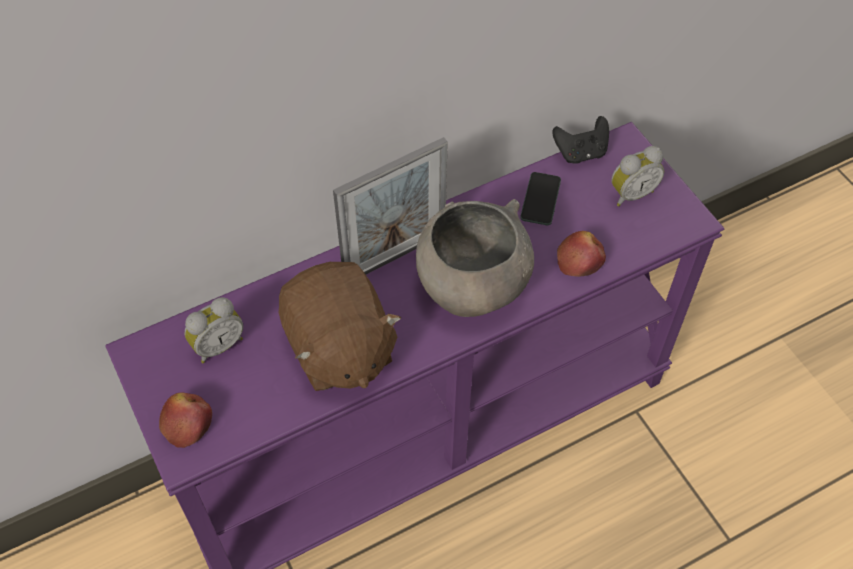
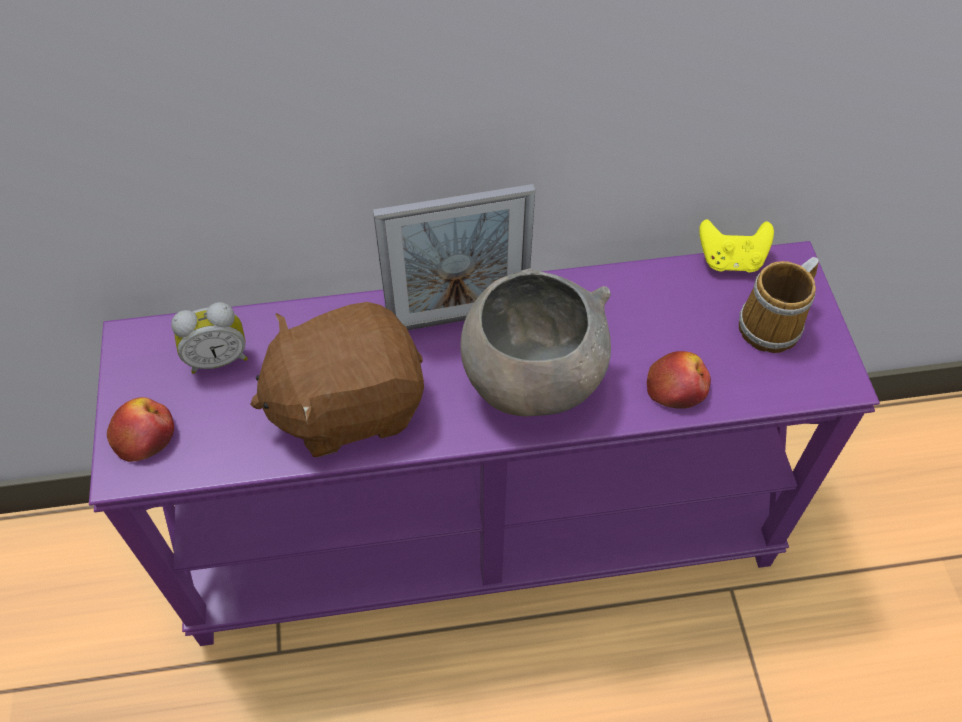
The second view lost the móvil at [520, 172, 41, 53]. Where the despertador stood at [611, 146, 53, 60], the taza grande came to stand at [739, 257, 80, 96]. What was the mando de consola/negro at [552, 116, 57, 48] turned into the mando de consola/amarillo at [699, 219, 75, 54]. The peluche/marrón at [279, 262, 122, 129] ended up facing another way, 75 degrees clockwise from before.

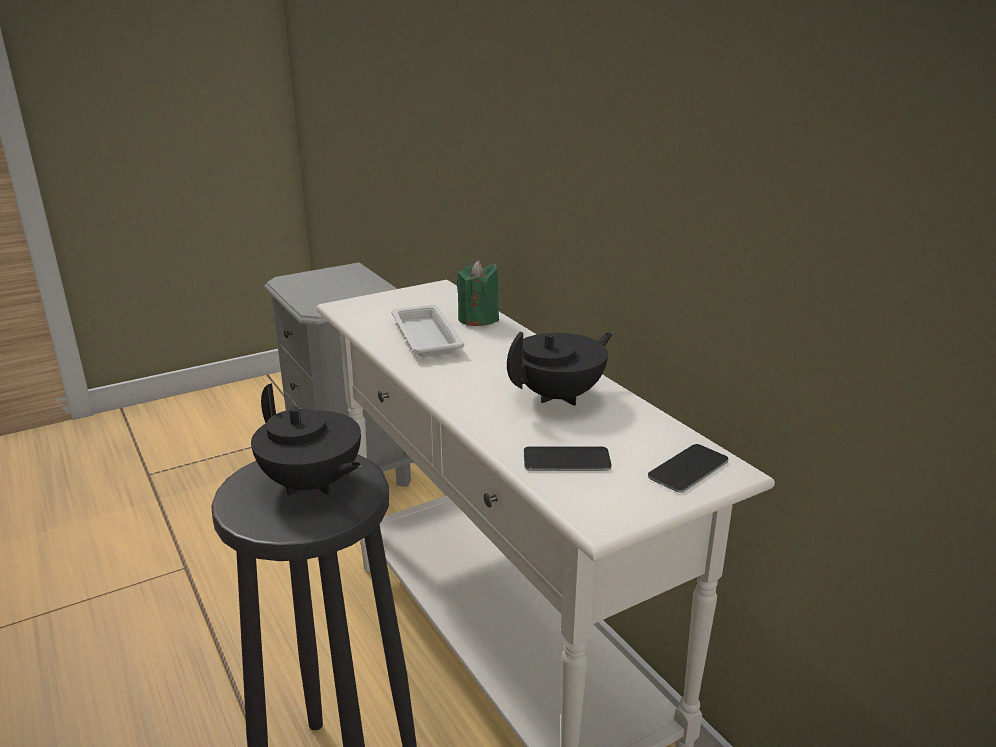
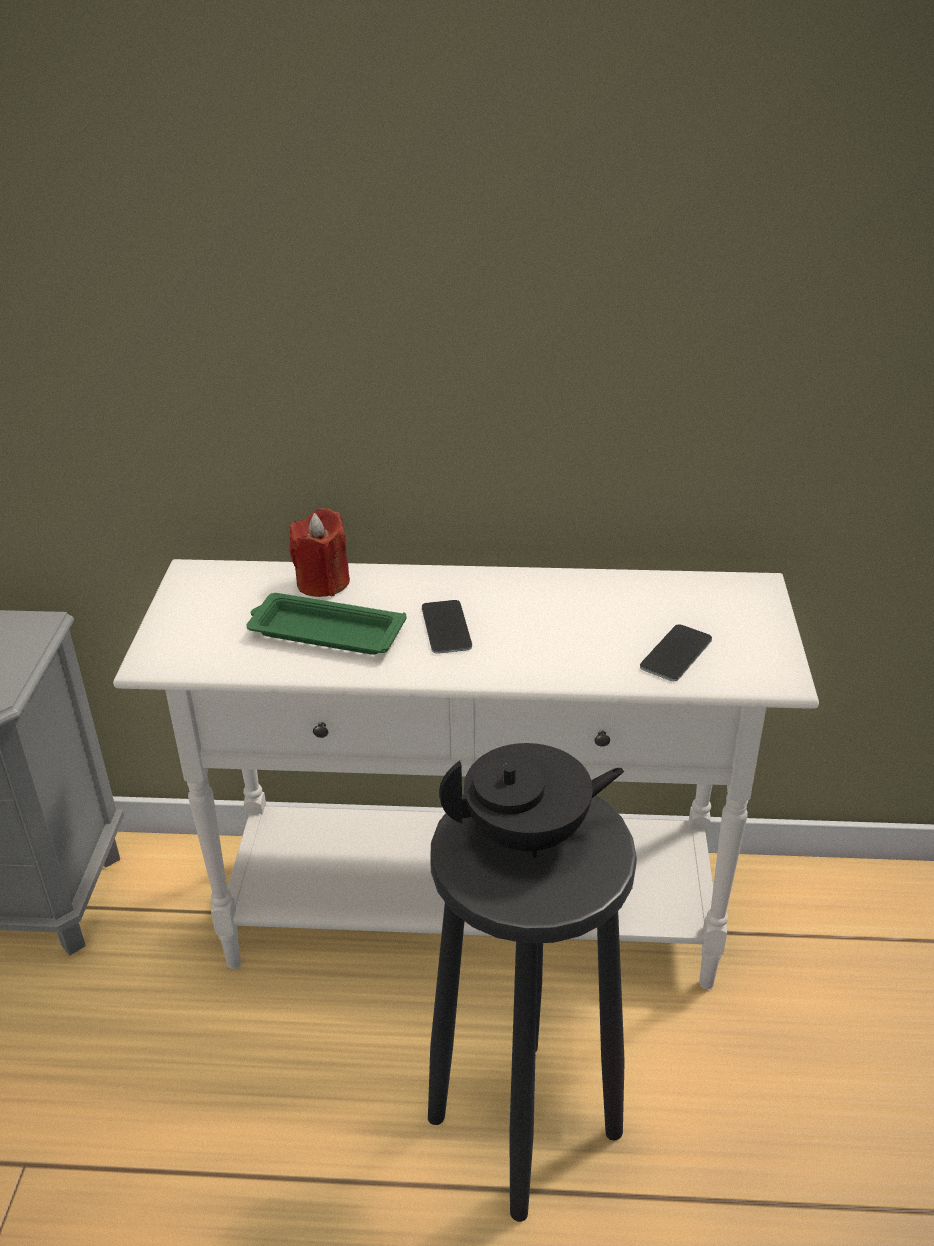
The second view lost the tetera/negro at [507, 332, 106, 74]. The móvil ended up elsewhere, having gone from [648, 444, 80, 49] to [422, 600, 50, 54]. What was the bandeja/blanco at [391, 305, 73, 52] turned into the bandeja/verde at [246, 593, 160, 62]. What was the vela/verde at [457, 260, 42, 66] turned into the vela/rojo at [289, 508, 61, 89].

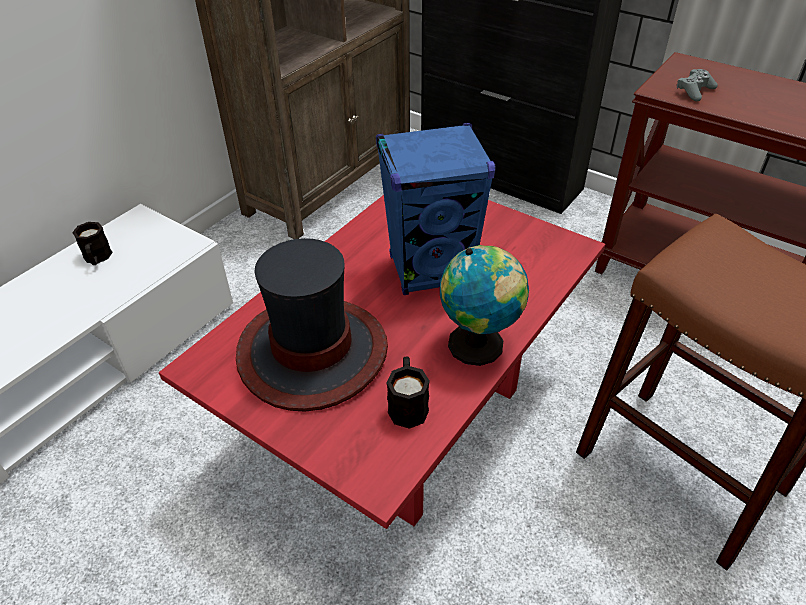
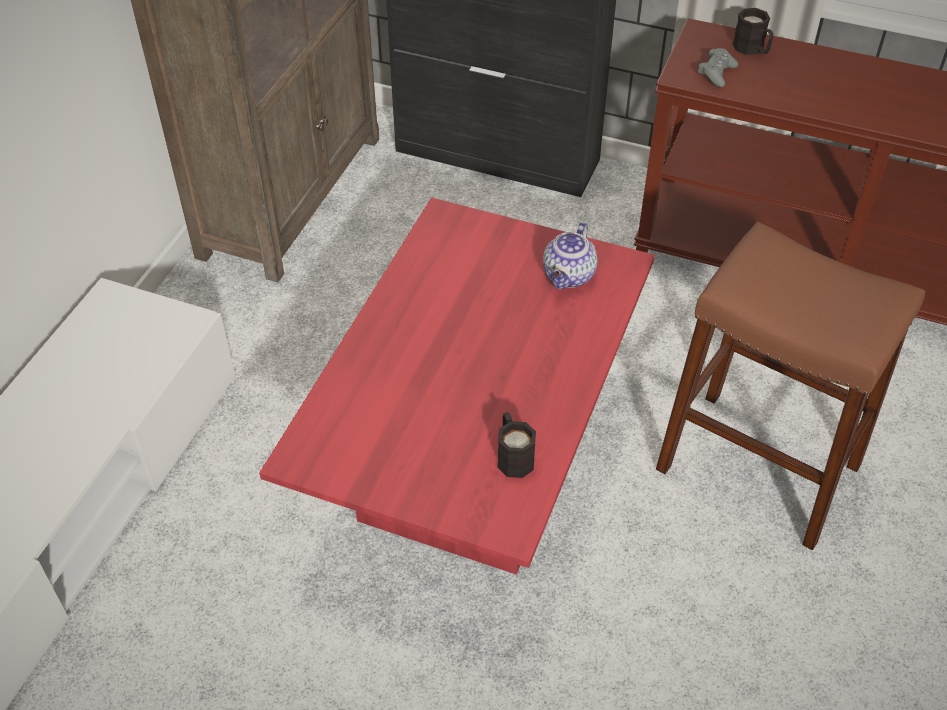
The second view lost the sombrero at [236, 238, 152, 174]. The second view lost the altavoz/azul at [376, 123, 120, 172]. The second view lost the globo terráqueo at [440, 245, 89, 121]. The second view gained the tetera at [543, 222, 55, 67]. The taza grande/negro ended up elsewhere, having gone from [72, 222, 41, 43] to [733, 8, 40, 47].

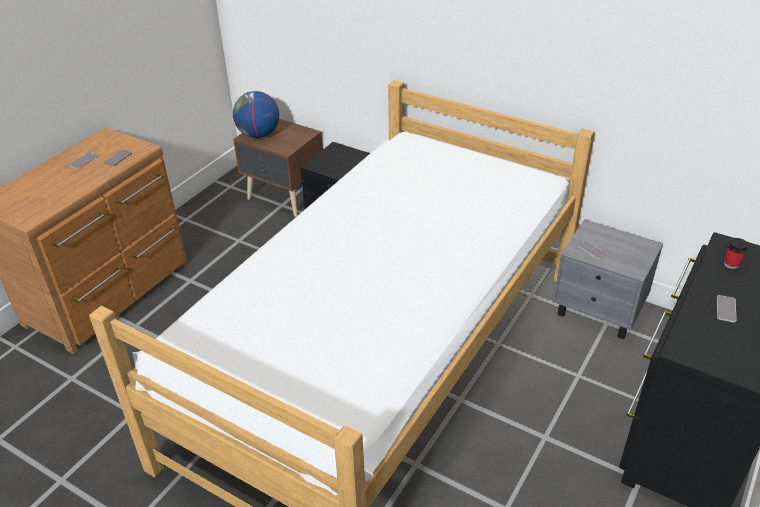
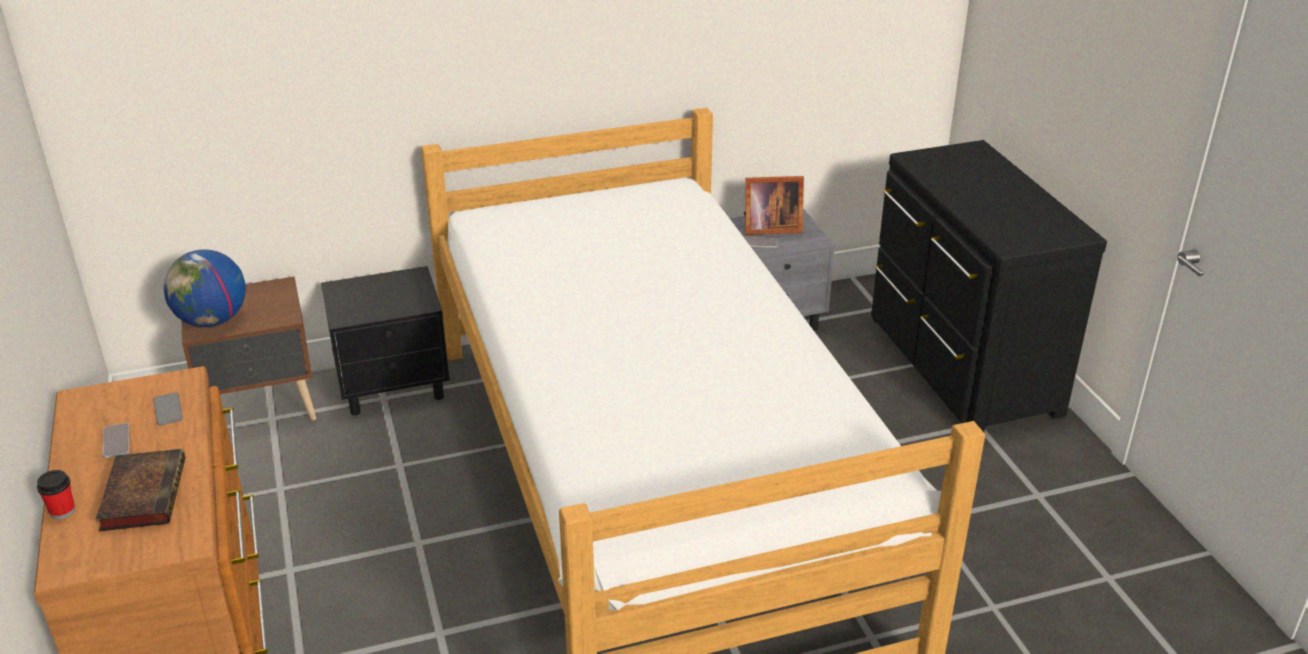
The second view lost the móvil at [717, 295, 19, 27]. The second view gained the libro at [95, 449, 91, 82]. The second view gained the portarretratos at [744, 176, 60, 59]. The taza ended up elsewhere, having gone from [724, 238, 24, 31] to [37, 470, 38, 49].

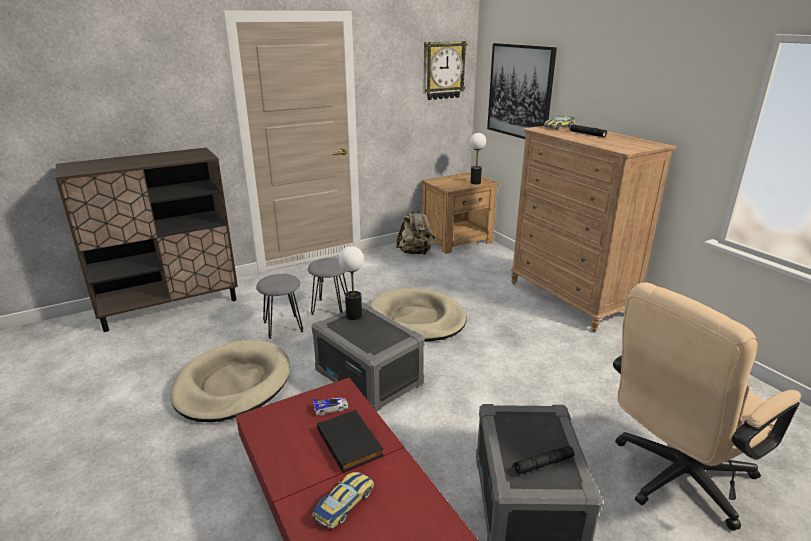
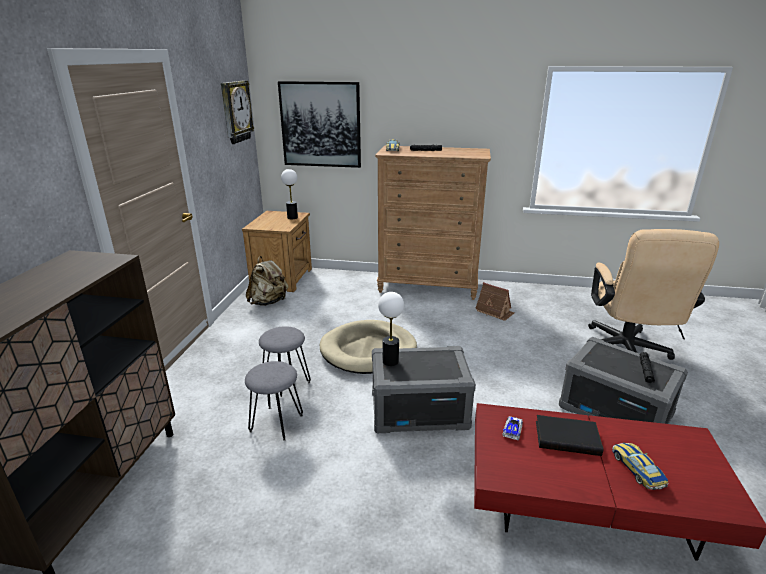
The second view lost the cama para perro/beis at [171, 340, 119, 82]. The second view gained the casita at [475, 282, 39, 39].

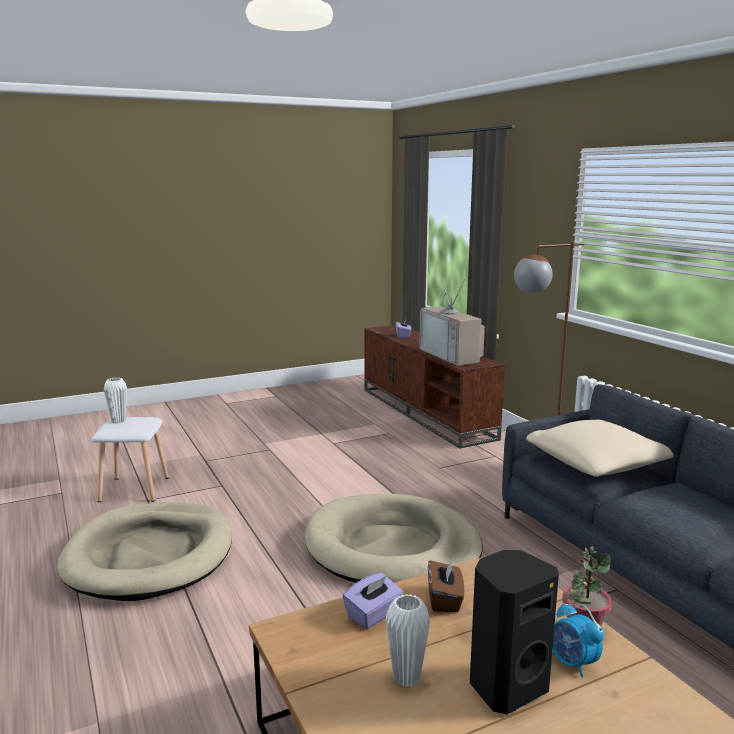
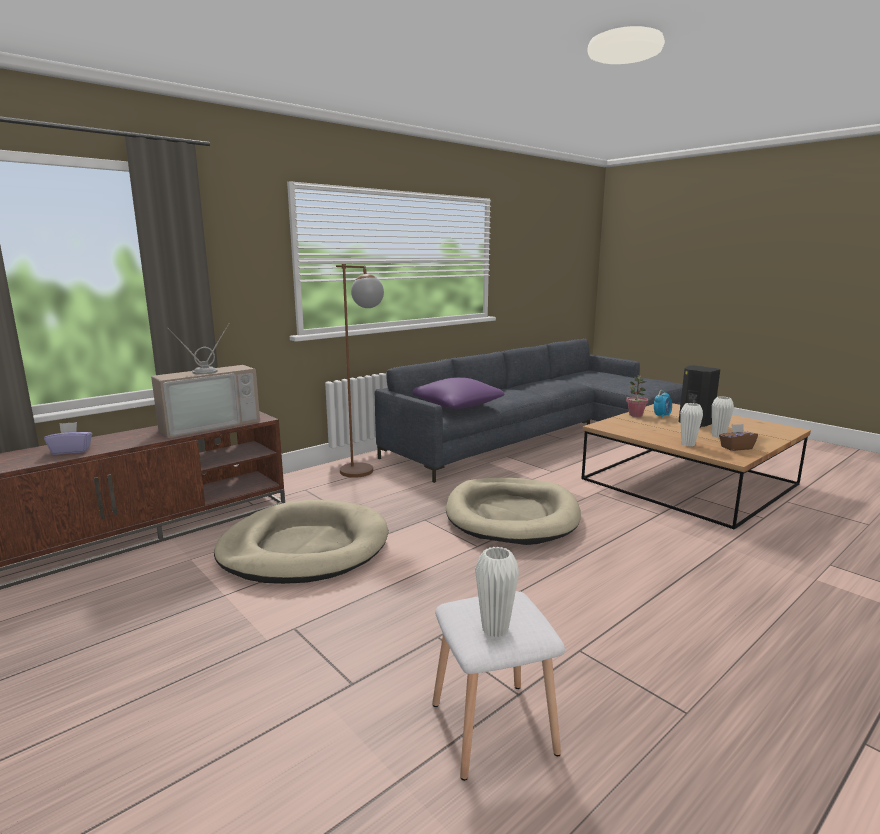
The cama para perro/beis ended up elsewhere, having gone from [57, 502, 175, 99] to [214, 500, 175, 84]. The caja de pañuelos/marrón ended up elsewhere, having gone from [428, 559, 36, 53] to [719, 424, 39, 27]. Where the caja de pañuelos/morado stood at [343, 573, 60, 56], the florero/blanco came to stand at [680, 403, 23, 44]. What was the cojín/beis at [526, 420, 148, 57] turned into the cojín/morado at [412, 377, 93, 32].

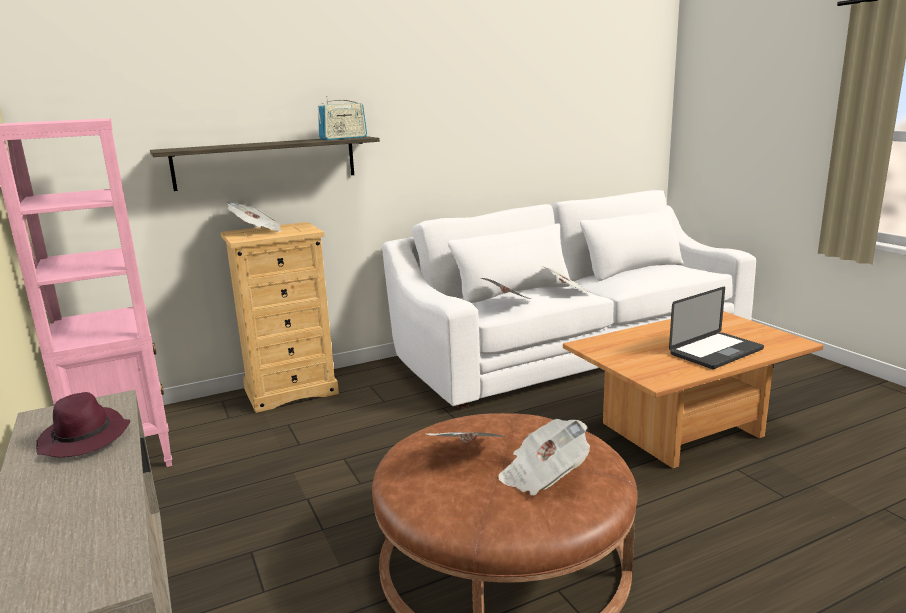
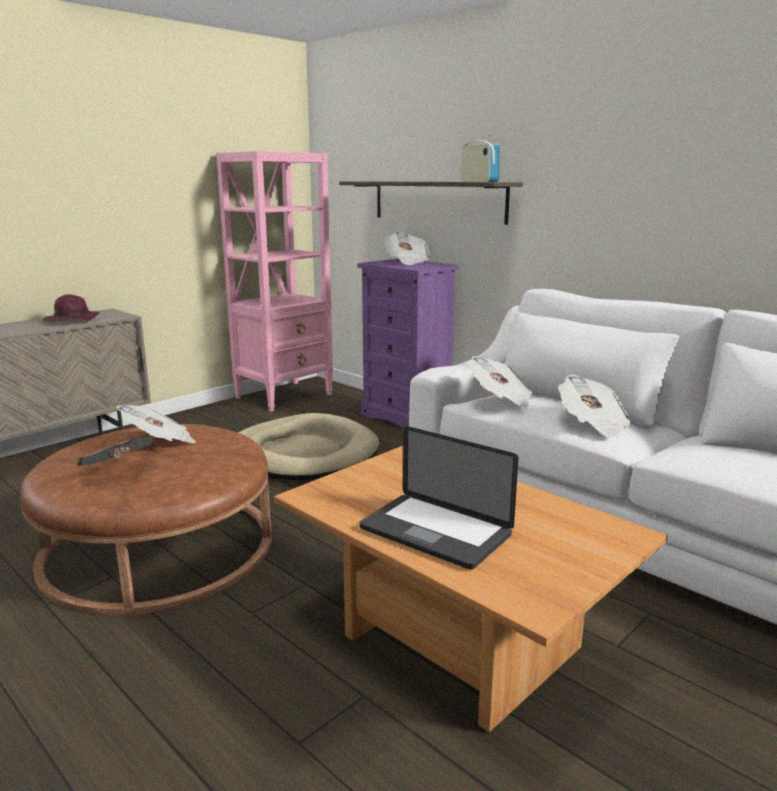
The second view gained the cama para perro/beis at [238, 413, 141, 67]. What was the cómoda/beis at [221, 222, 118, 191] turned into the cómoda/morado at [357, 259, 102, 169]. The radio at [318, 96, 49, 44] ended up facing another way, 150 degrees counterclockwise from before.

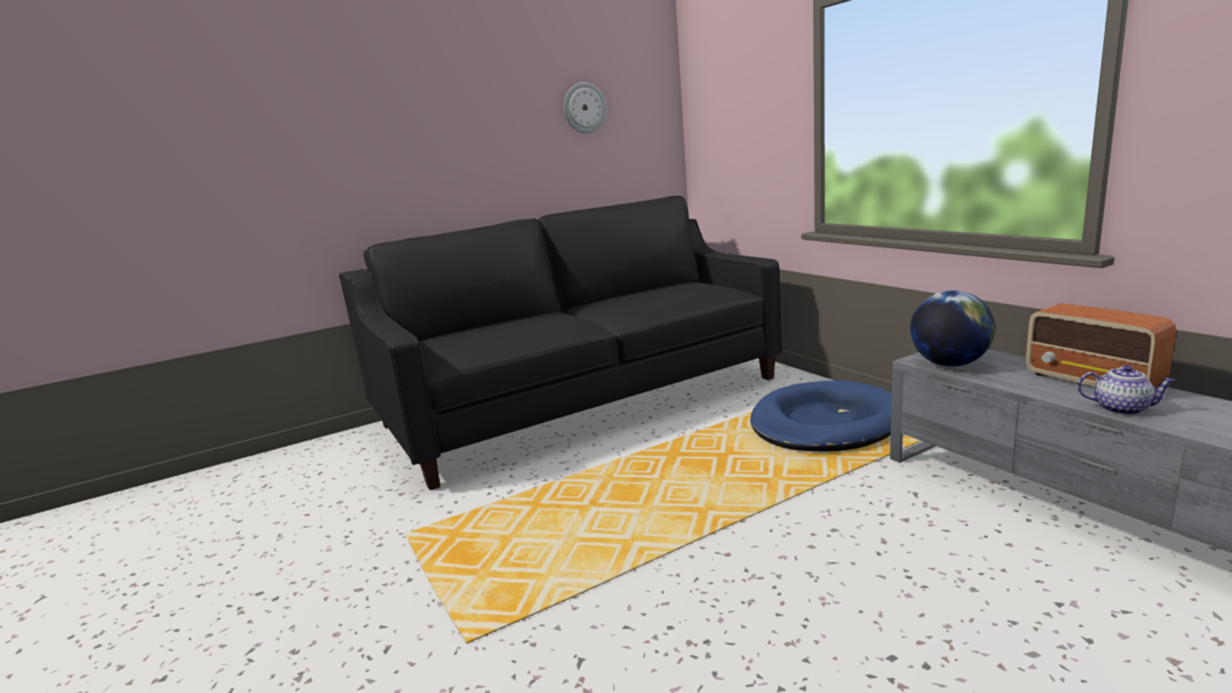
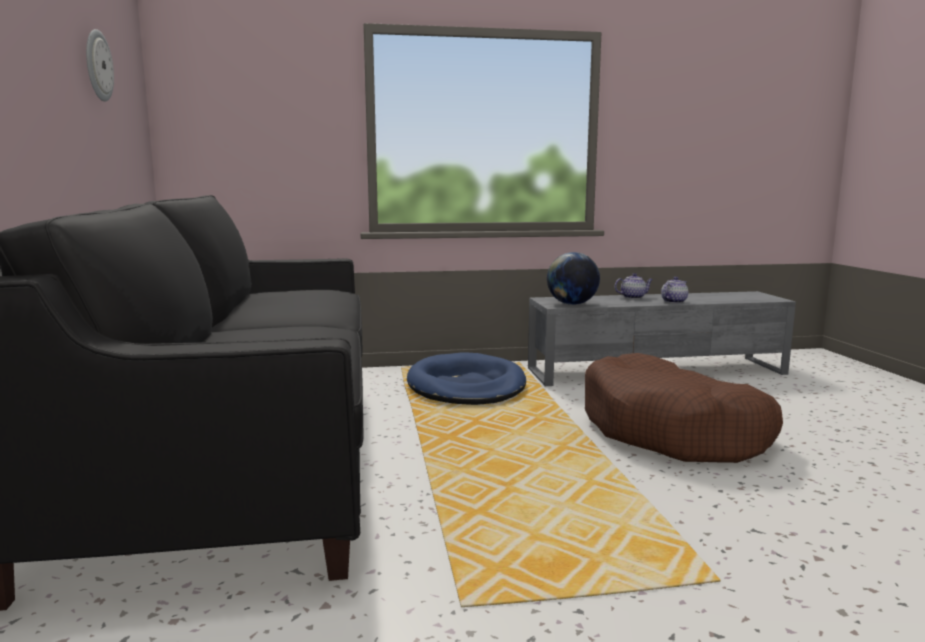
The second view gained the cama para perro/marrón at [585, 353, 198, 110]. Where the radio stood at [1026, 304, 150, 82], the tetera came to stand at [614, 273, 39, 26].

